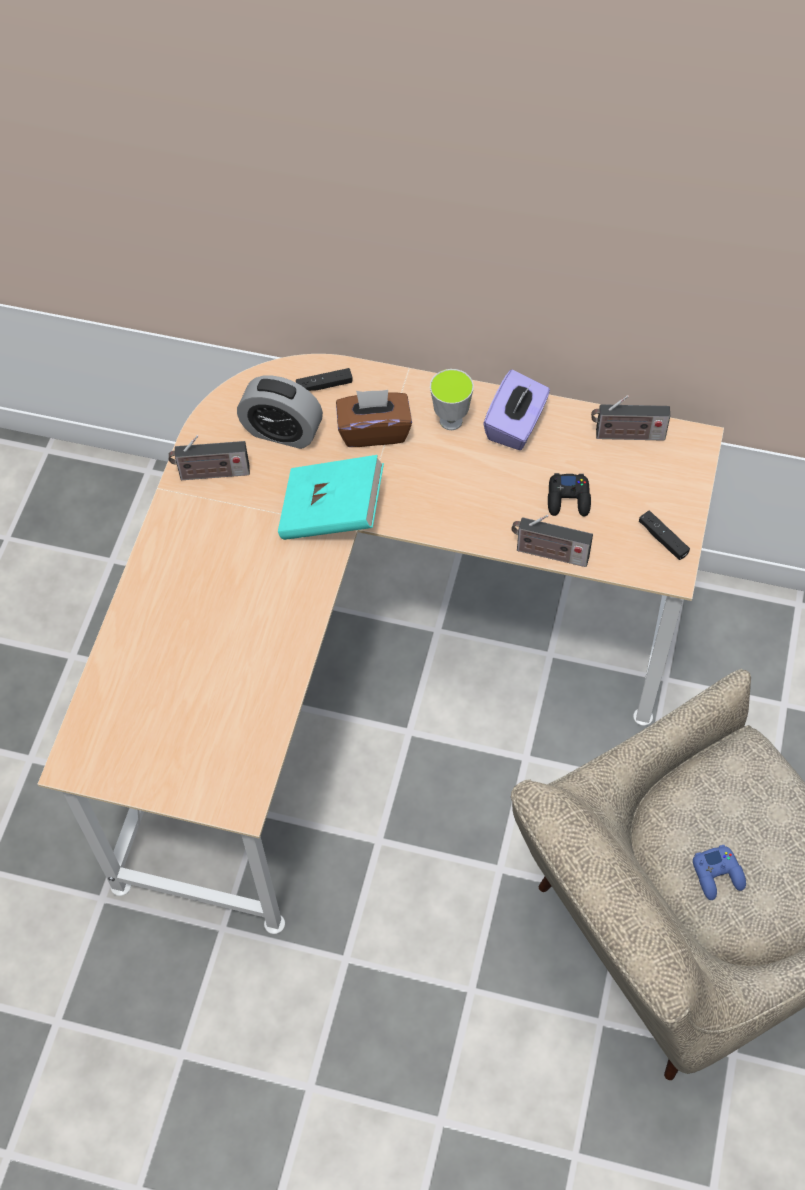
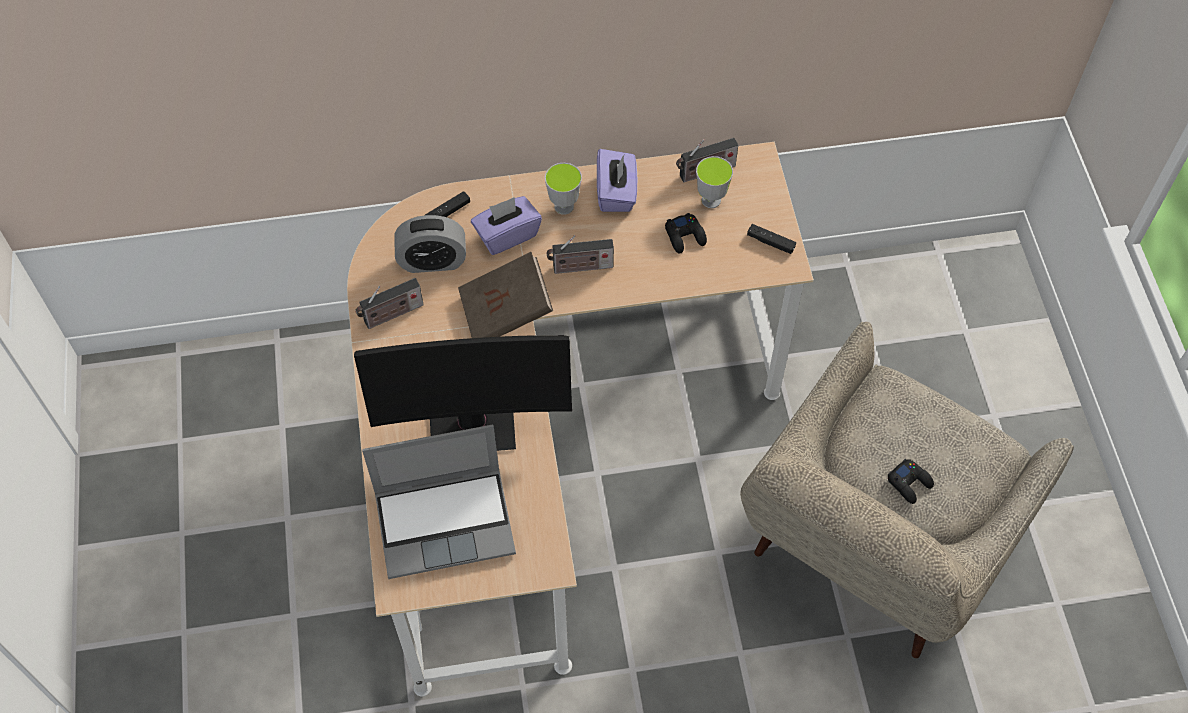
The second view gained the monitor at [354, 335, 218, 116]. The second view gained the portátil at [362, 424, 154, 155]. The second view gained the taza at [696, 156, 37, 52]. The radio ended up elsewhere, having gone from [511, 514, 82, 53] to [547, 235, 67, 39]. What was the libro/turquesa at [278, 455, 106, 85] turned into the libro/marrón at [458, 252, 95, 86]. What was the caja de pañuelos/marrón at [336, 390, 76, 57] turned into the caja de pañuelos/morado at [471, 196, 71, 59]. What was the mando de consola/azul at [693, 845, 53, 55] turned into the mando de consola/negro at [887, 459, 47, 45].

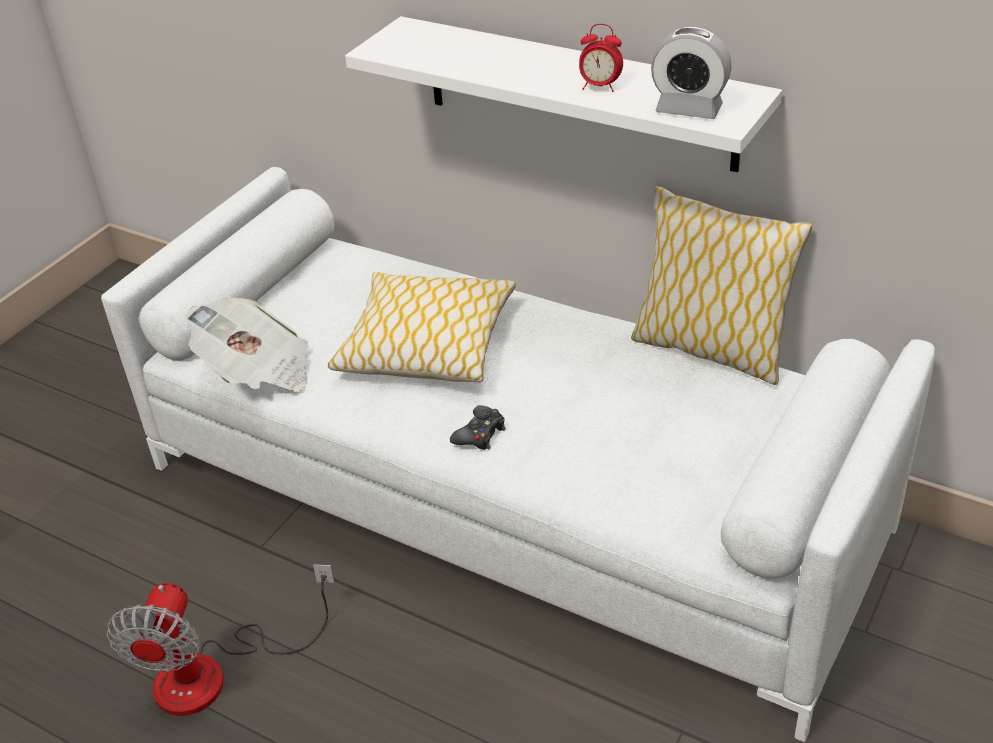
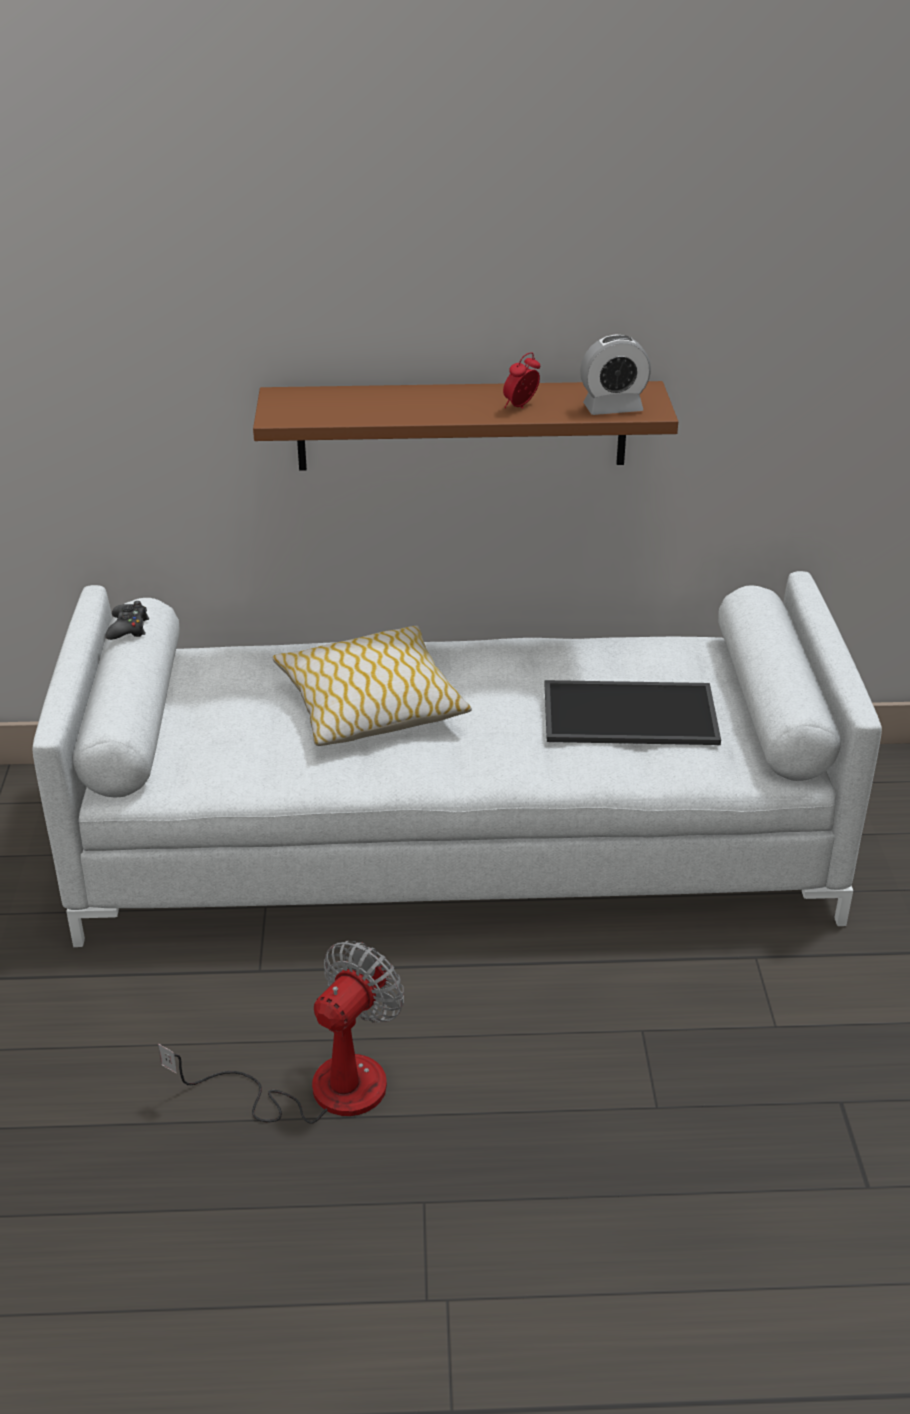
The second view lost the periódico at [186, 298, 123, 93]. The second view lost the cojín at [631, 186, 181, 199]. The second view gained the bandeja at [544, 680, 177, 65]. The mando de consola/negro ended up elsewhere, having gone from [450, 405, 56, 45] to [106, 601, 43, 39]. What was the estante/blanco at [345, 16, 437, 157] turned into the estante/marrón at [253, 381, 425, 90]. The ventilador at [107, 564, 227, 152] ended up facing another way, 120 degrees counterclockwise from before. The despertador at [579, 24, 44, 68] ended up facing another way, 150 degrees clockwise from before.

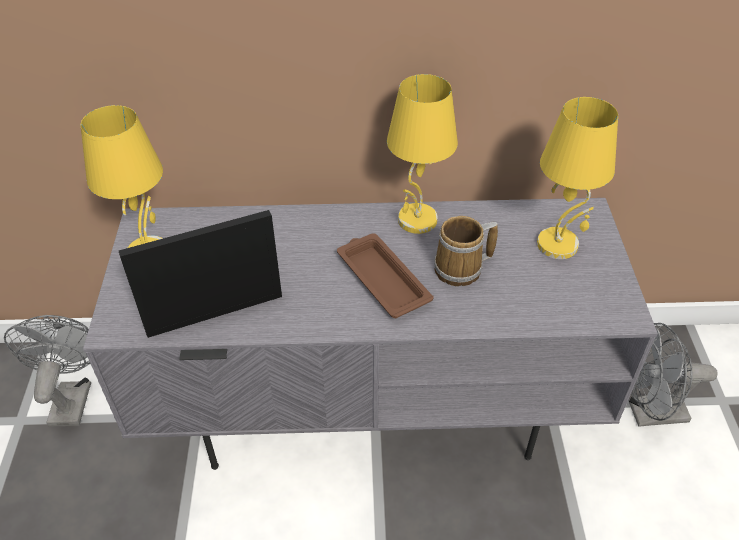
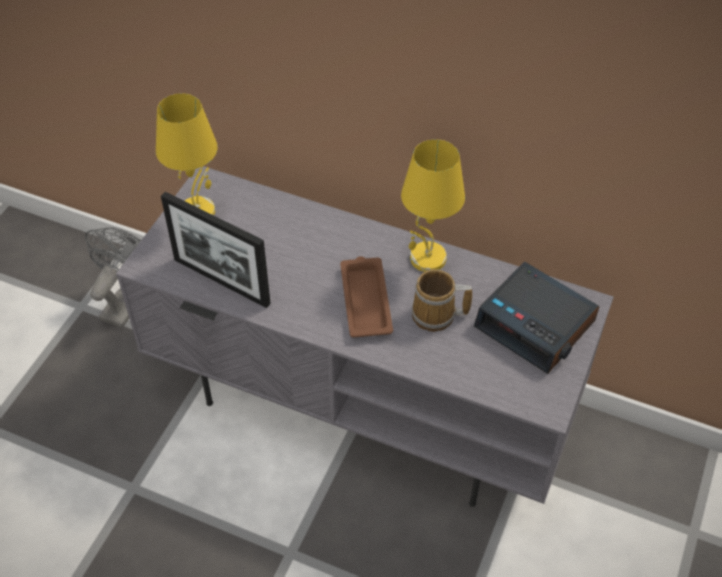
The second view lost the ventilador/gris at [629, 323, 89, 104]. Where the lámpara de mesa/amarillo stood at [537, 97, 81, 162], the despertador came to stand at [474, 261, 126, 113]. The portarretratos at [119, 210, 163, 128] ended up facing another way, 150 degrees counterclockwise from before.

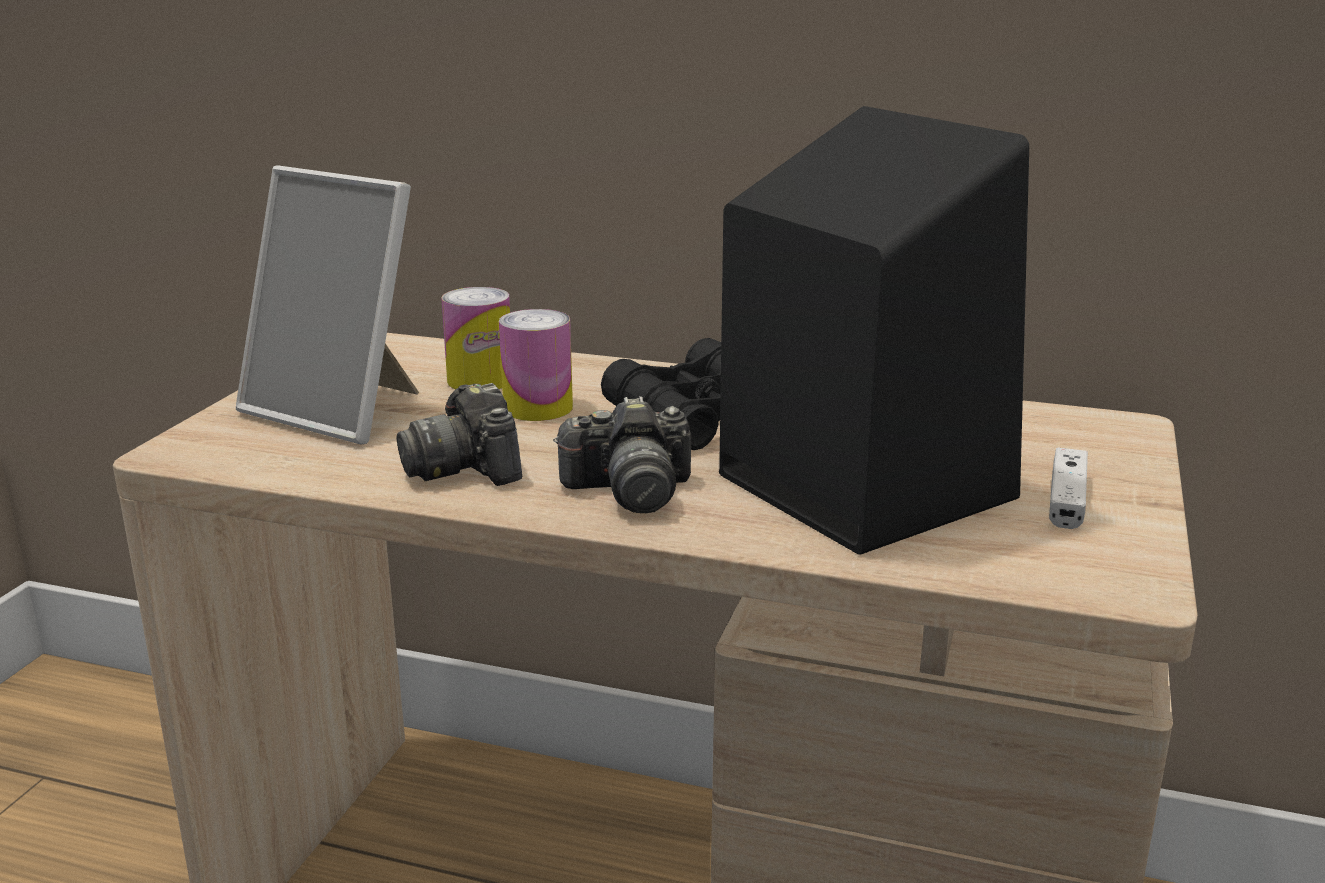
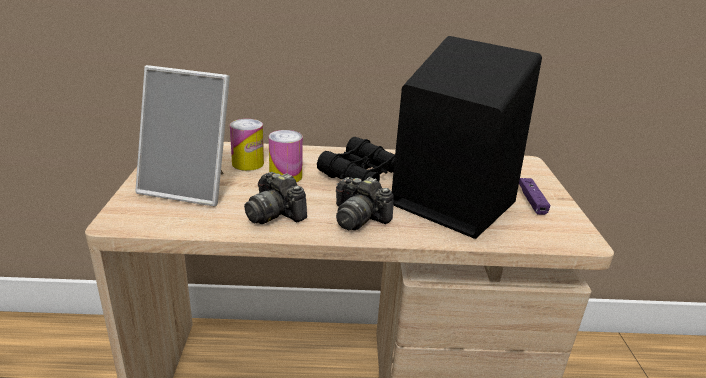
What was the mando de consola/blanco at [1049, 448, 39, 81] turned into the mando de consola/morado at [519, 178, 31, 37]. The cámara at [553, 396, 138, 117] ended up facing another way, 60 degrees clockwise from before.

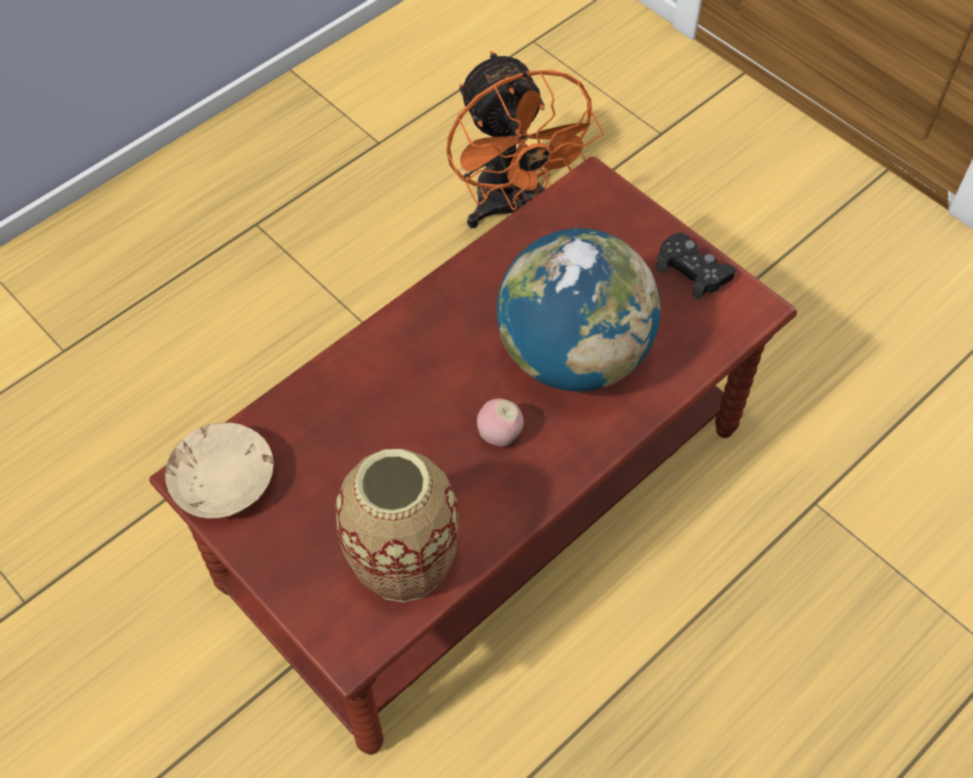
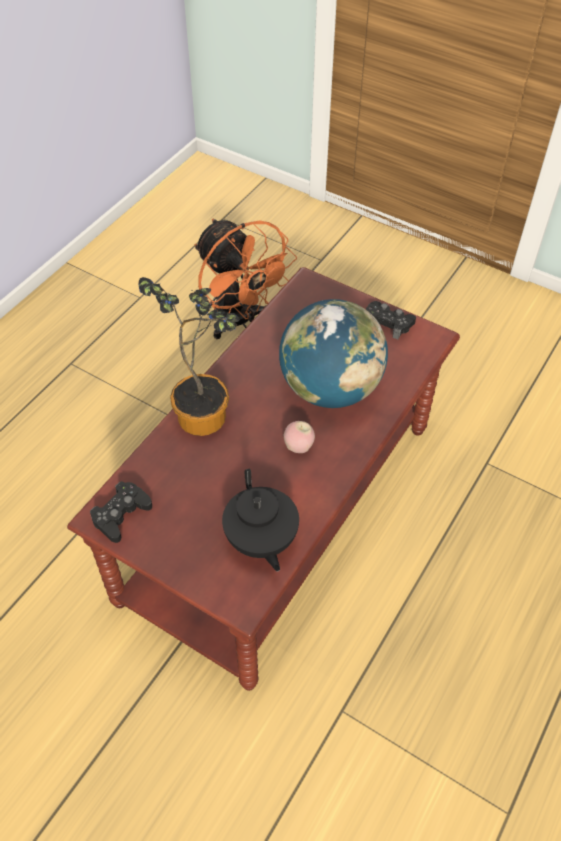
The second view gained the planta en maceta at [138, 277, 102, 159]. Where the cuenco/beis stood at [165, 423, 109, 96], the mando de consola/negro came to stand at [90, 481, 62, 62]. Where the florero stood at [335, 449, 124, 153], the tetera/negro came to stand at [222, 469, 77, 103].

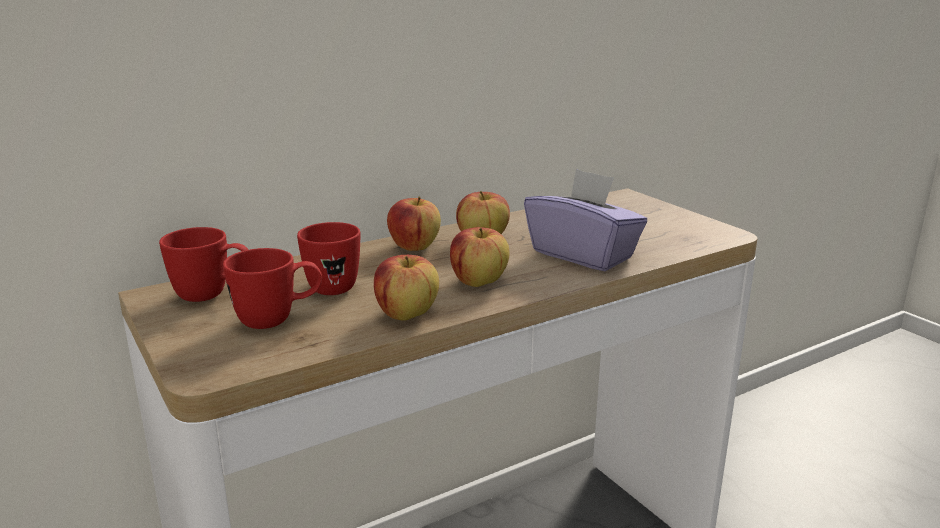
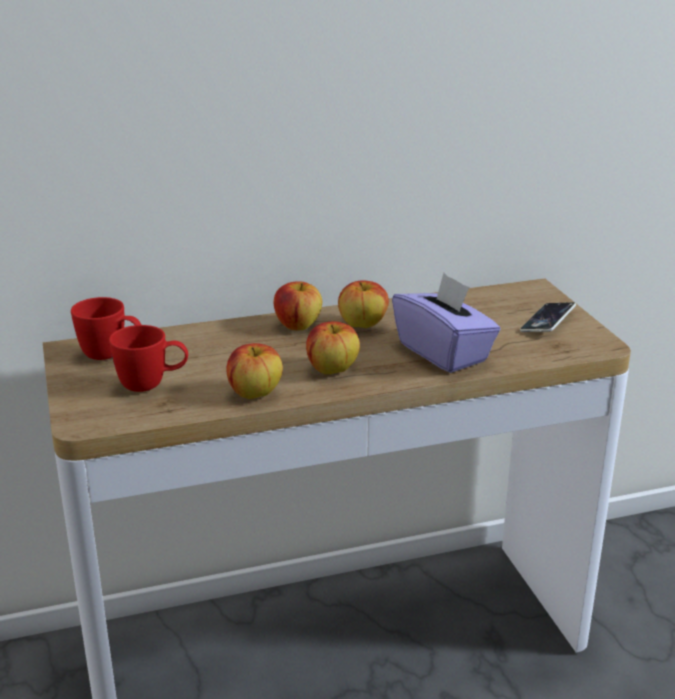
The second view lost the taza grande/rojo at [297, 222, 63, 73]. The second view gained the móvil at [520, 302, 56, 30].

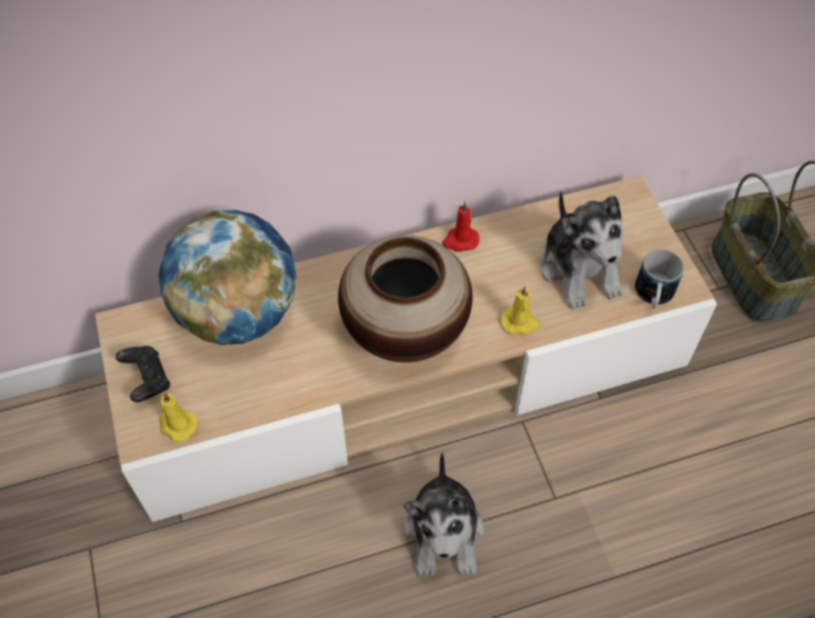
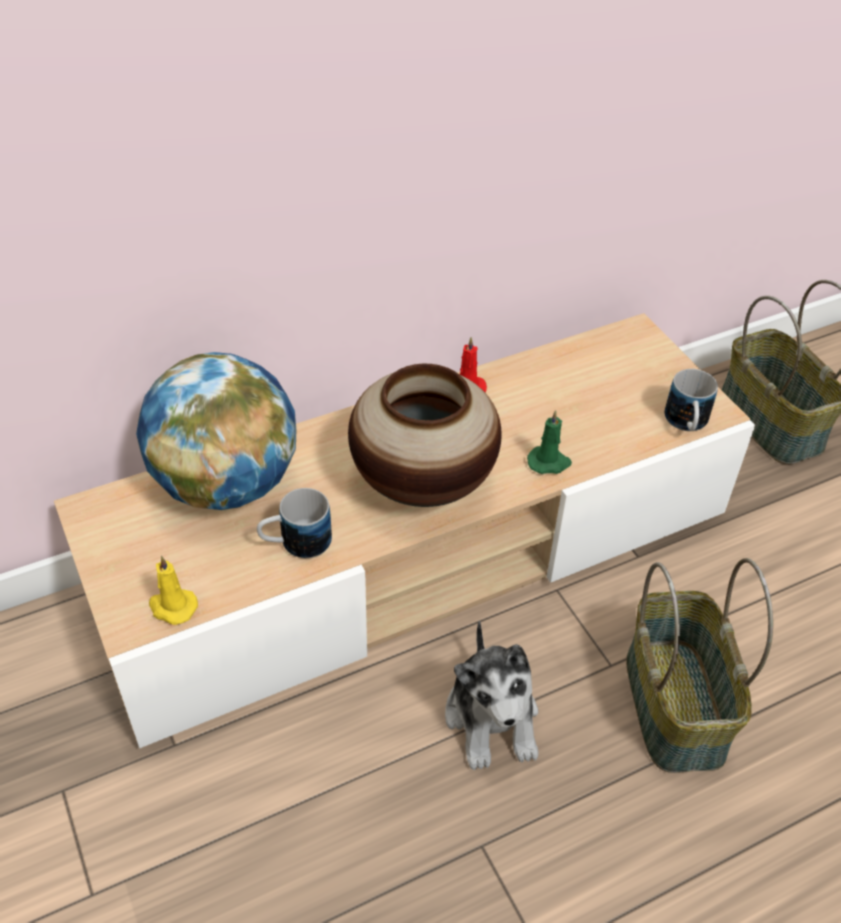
The second view lost the mando de consola/negro at [116, 346, 54, 56]. The second view lost the peluche at [540, 190, 84, 120]. The second view gained the taza grande at [257, 488, 75, 70]. The second view gained the cesta at [626, 558, 147, 215]. What was the vela/amarillo at [501, 286, 39, 49] turned into the vela/verde at [527, 410, 45, 64].

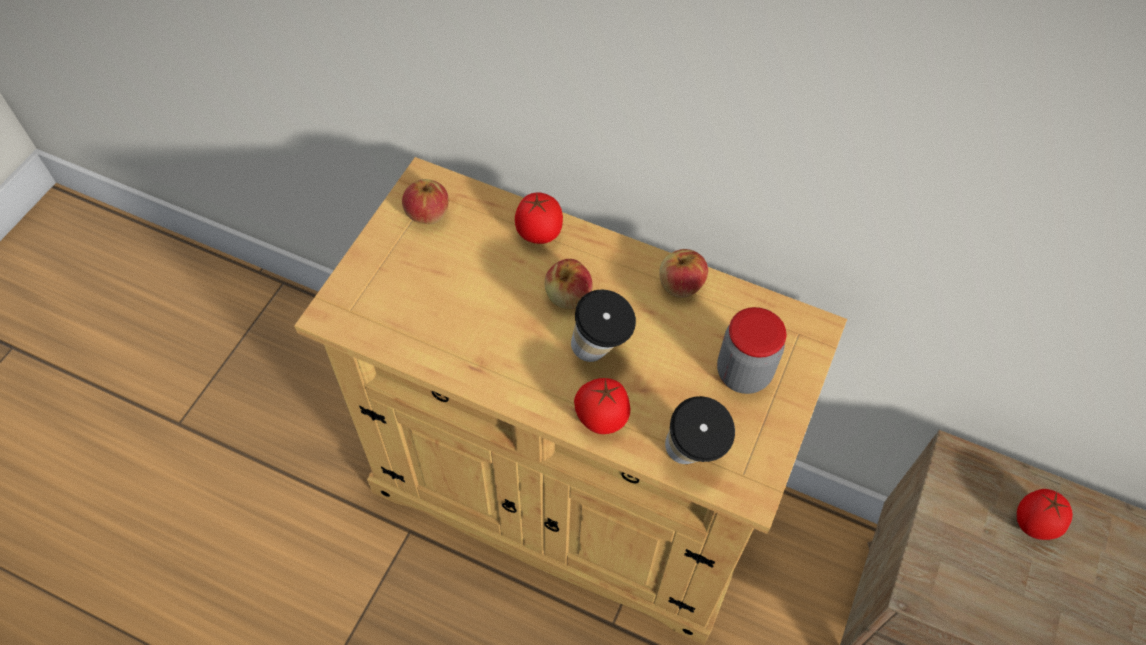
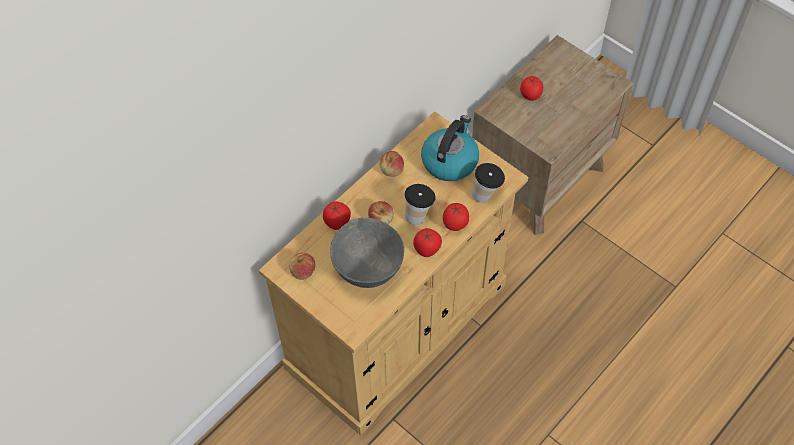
The second view gained the cuenco/gris at [330, 217, 74, 71]. The second view gained the tomate at [413, 228, 29, 29]. Where the tarro stood at [717, 307, 69, 87], the hervidor came to stand at [421, 115, 58, 66].

